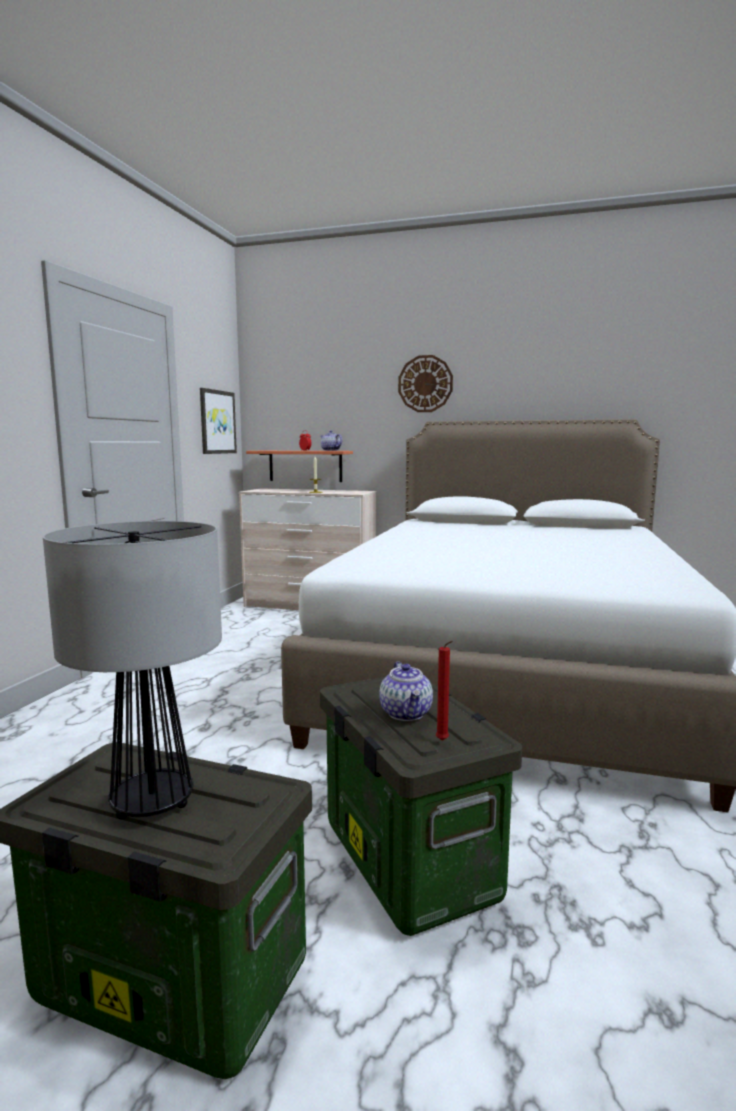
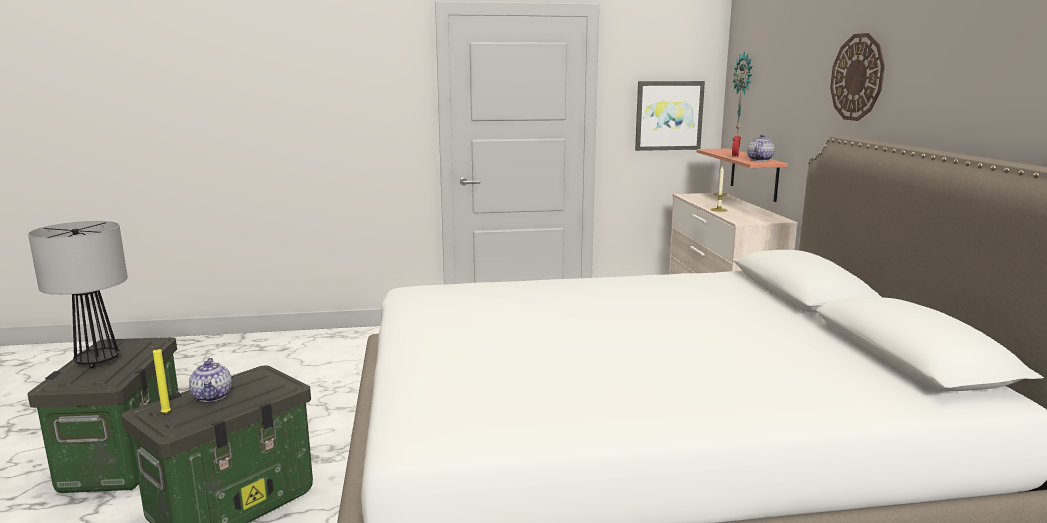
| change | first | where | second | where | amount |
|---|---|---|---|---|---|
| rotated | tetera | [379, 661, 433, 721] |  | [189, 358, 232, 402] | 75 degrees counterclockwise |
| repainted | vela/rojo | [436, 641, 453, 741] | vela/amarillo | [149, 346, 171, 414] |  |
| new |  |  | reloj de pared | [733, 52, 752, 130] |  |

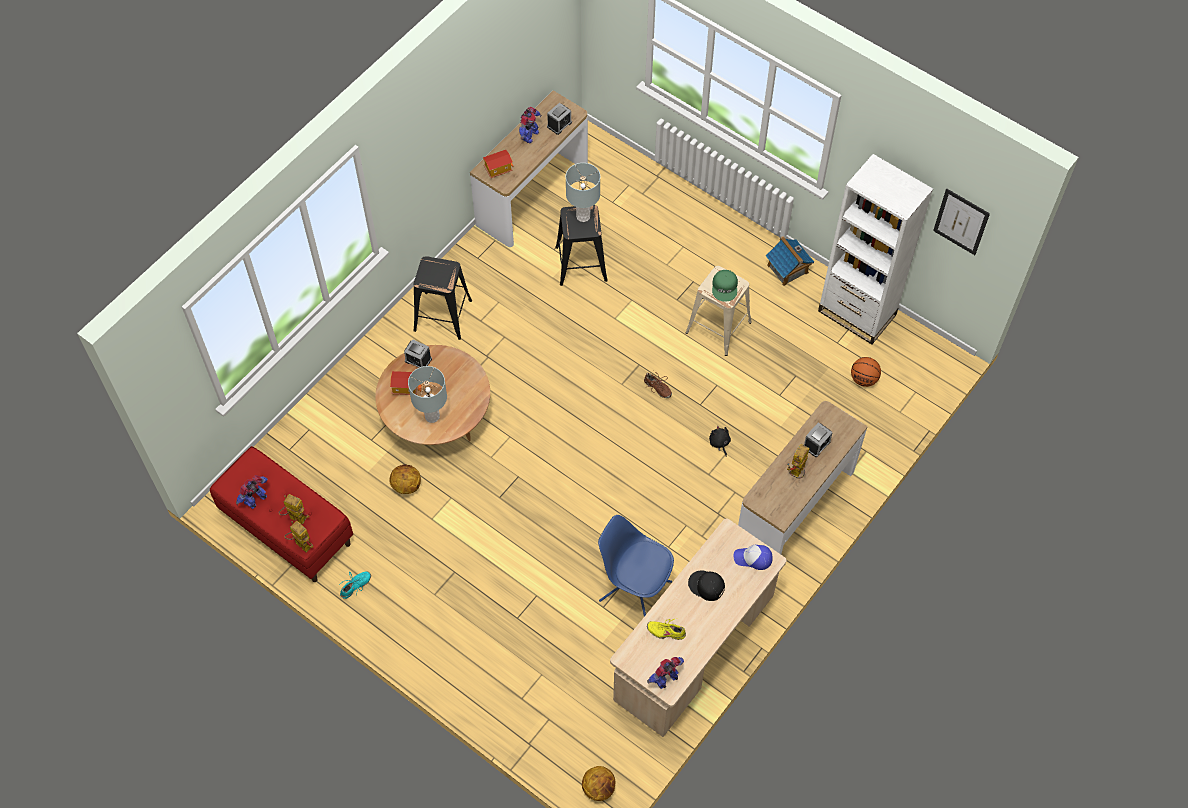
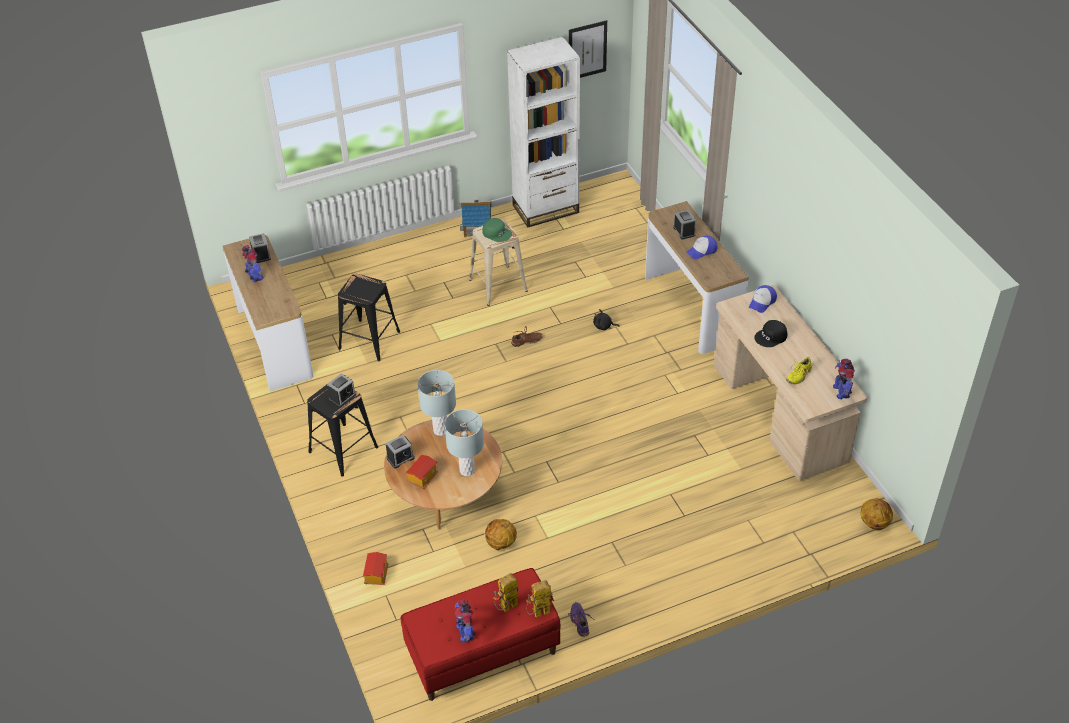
| change | first | where | second | where | amount |
|---|---|---|---|---|---|
| repainted | zapato/turquesa | [339, 571, 371, 599] | zapato/morado | [568, 602, 593, 637] |  |
| shifted | casita | [483, 150, 514, 178] |  | [363, 552, 388, 585] |  |
| shifted | lámpara de mesa/gris | [566, 163, 600, 222] |  | [418, 370, 456, 436] |  |
| gone | silla/azul | [598, 515, 674, 617] |  |  |  |
| swapped | robot de juguete | [787, 444, 810, 478] | gorra | [686, 235, 717, 259] |  |
| gone | balón de baloncesto | [851, 357, 881, 387] |  |  |  |
| new |  |  | despertador | [327, 373, 356, 407] |  |

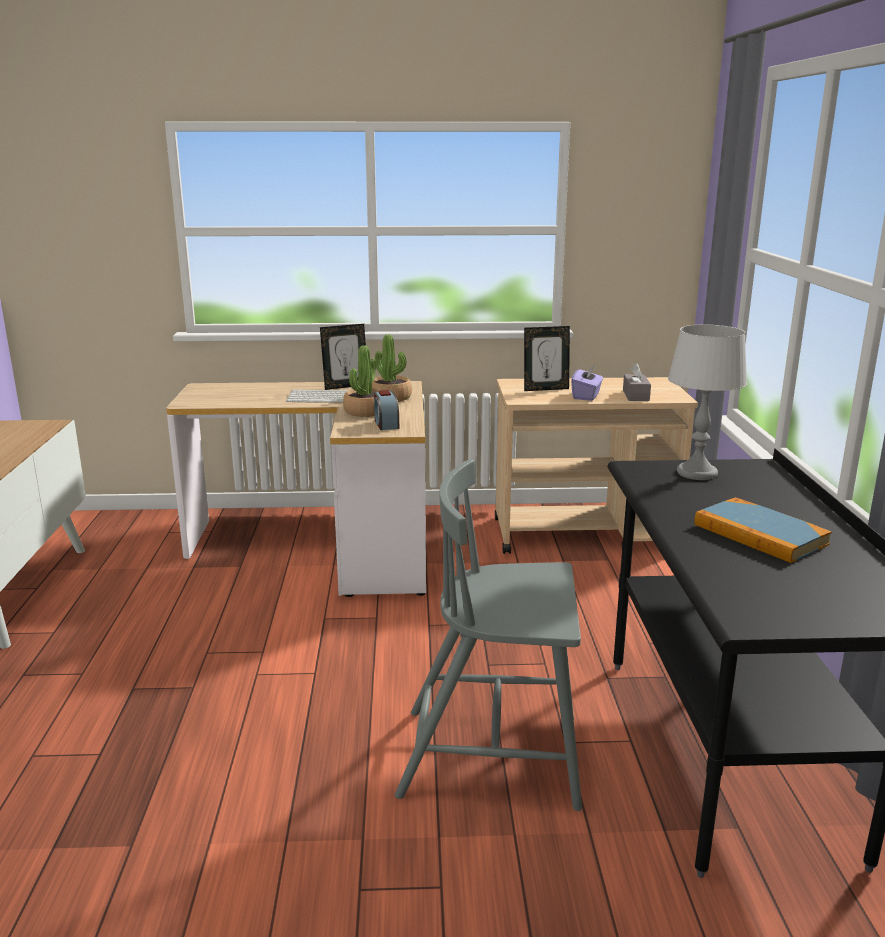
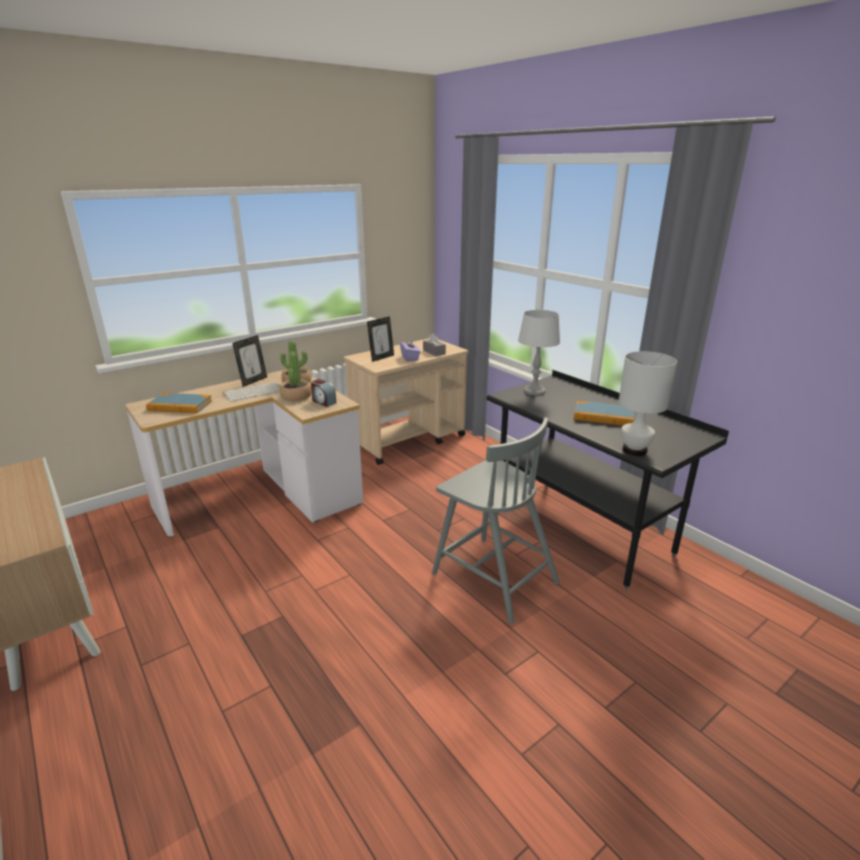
| change | first | where | second | where | amount |
|---|---|---|---|---|---|
| rotated | silla/gris | [395, 460, 582, 811] |  | [432, 417, 560, 624] | 105 degrees counterclockwise |
| new |  |  | libro | [146, 393, 212, 413] |  |
| new |  |  | lámpara de mesa/blanco | [618, 351, 677, 456] |  |

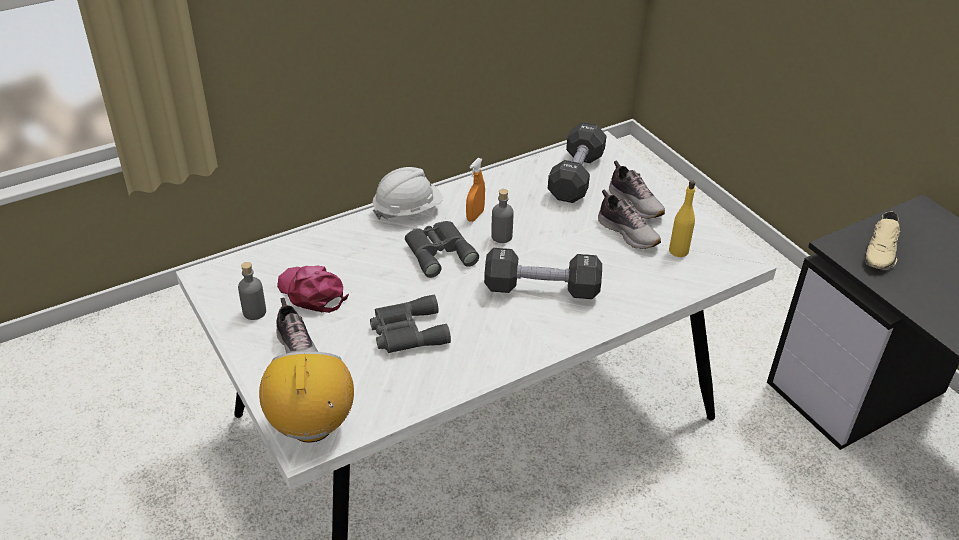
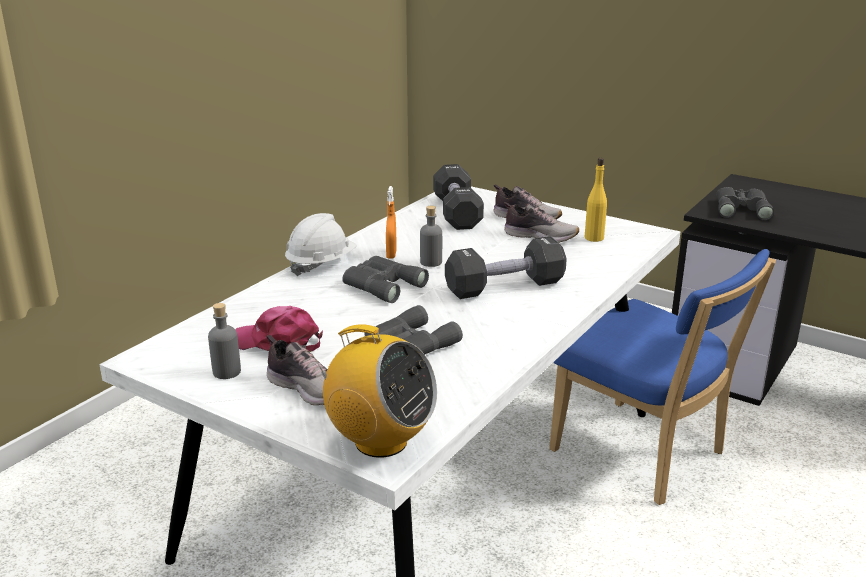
| change | first | where | second | where | amount |
|---|---|---|---|---|---|
| rotated | radio | [259, 351, 354, 443] |  | [310, 324, 437, 458] | 150 degrees clockwise |
| swapped | zapato/beis | [864, 211, 901, 270] | prismáticos/gris | [716, 187, 774, 221] |  |
| new |  |  | silla/azul | [549, 249, 776, 505] |  |

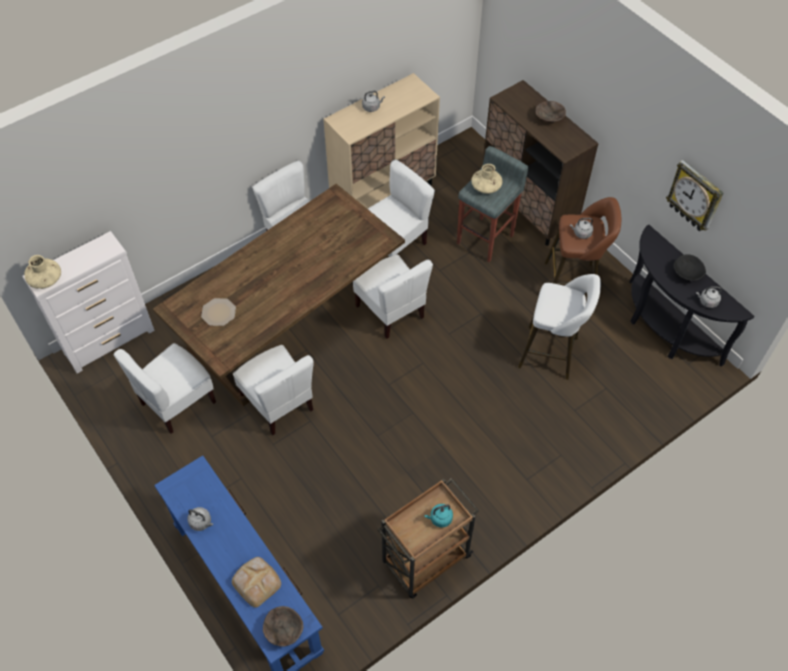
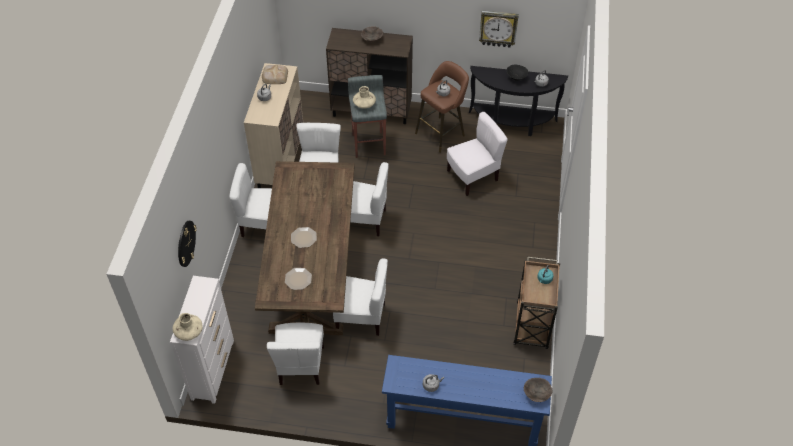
| change | first | where | second | where | amount |
|---|---|---|---|---|---|
| shifted | pan | [232, 557, 281, 608] |  | [262, 65, 288, 84] |  |
| swapped | taburete/blanco | [518, 274, 601, 380] | silla/blanco | [447, 112, 508, 196] |  |
| new |  |  | reloj de pared | [178, 221, 197, 267] |  |
| new |  |  | plato | [291, 227, 317, 248] |  |

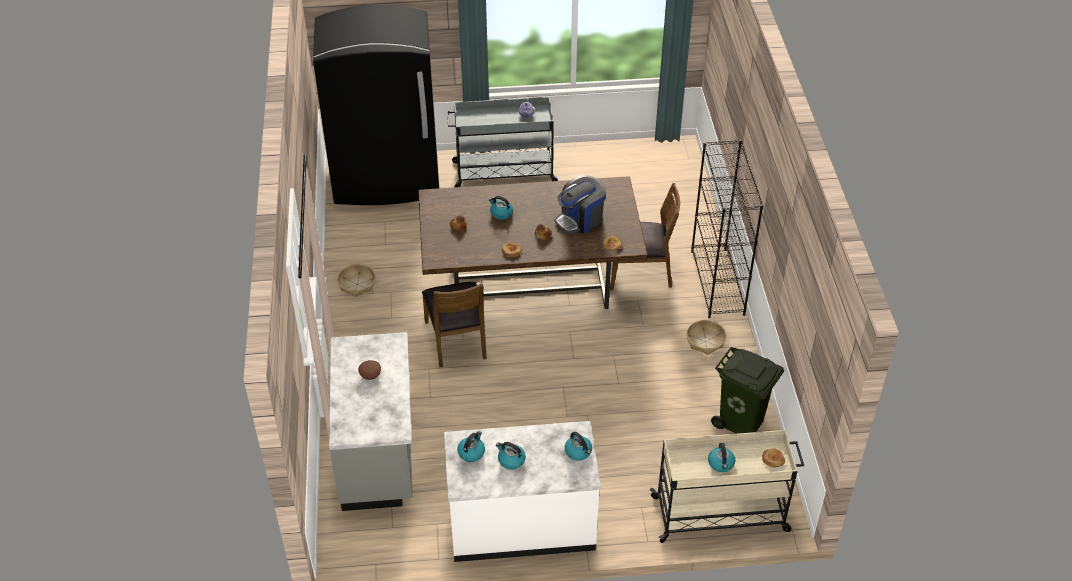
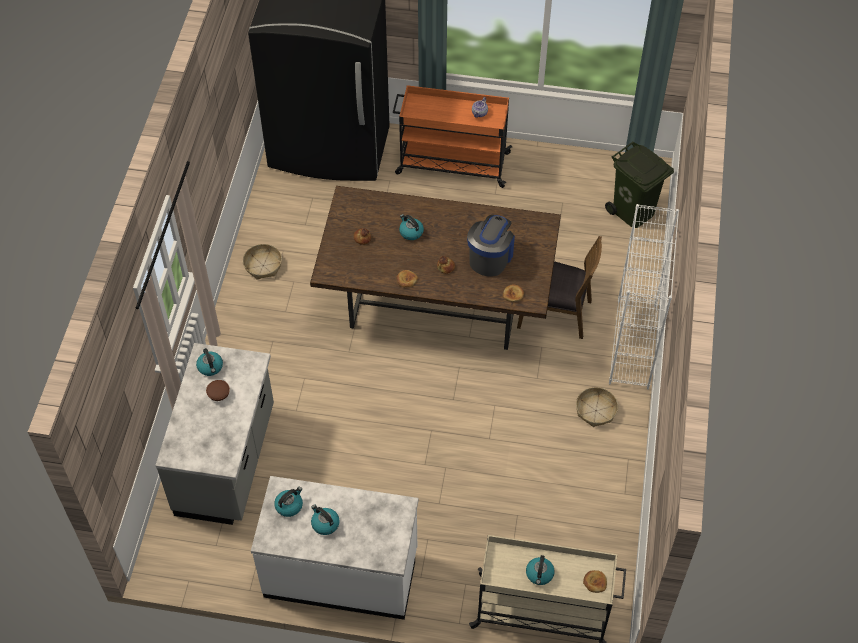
| change | first | where | second | where | amount |
|---|---|---|---|---|---|
| gone | silla/marrón | [422, 282, 487, 367] |  |  |  |
| repainted | carrito/gris | [447, 97, 559, 187] | carrito/naranja | [393, 85, 512, 188] |  |
| rotated | cafetera | [555, 175, 606, 234] |  | [467, 215, 515, 276] | 135 degrees clockwise |
| shifted | hervidor | [565, 432, 592, 461] |  | [196, 348, 223, 376] |  |
| repainted | estantería/negro | [691, 140, 763, 318] | estantería/blanco | [609, 204, 679, 390] |  |
| shifted | papelera/verde | [711, 347, 784, 434] |  | [605, 142, 674, 228] |  |

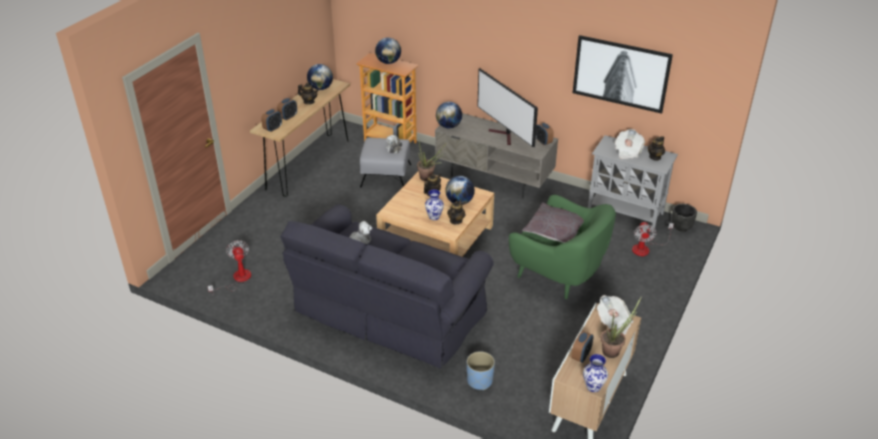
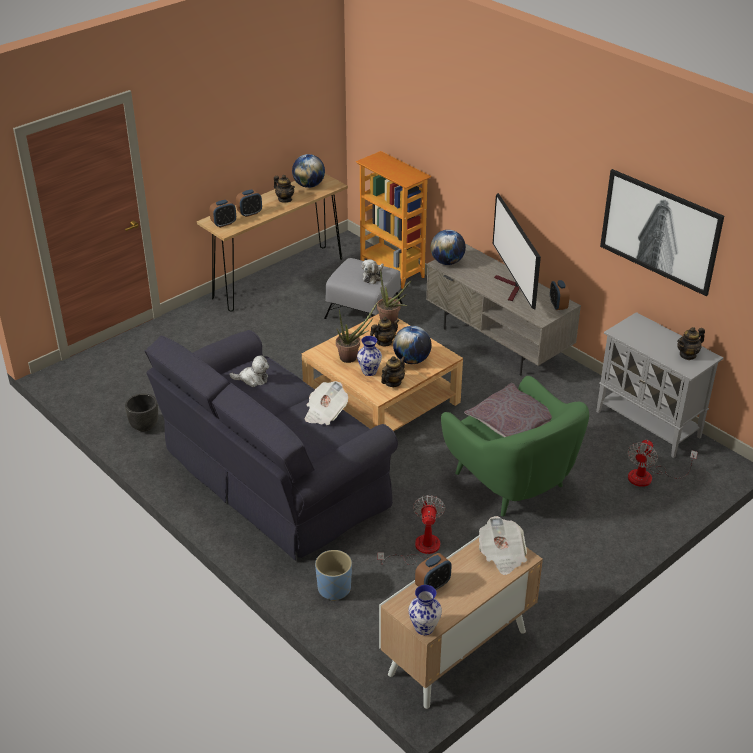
| change | first | where | second | where | amount |
|---|---|---|---|---|---|
| shifted | ventilador | [208, 240, 251, 295] |  | [377, 495, 445, 565] |  |
| gone | globo terráqueo | [375, 38, 401, 64] |  |  |  |
| shifted | planta en maceta | [601, 296, 642, 358] |  | [336, 302, 378, 363] |  |
| shifted | periódico | [615, 129, 645, 159] |  | [305, 381, 348, 425] |  |
| shifted | maceta/negro | [672, 204, 697, 231] |  | [125, 393, 158, 432] |  |

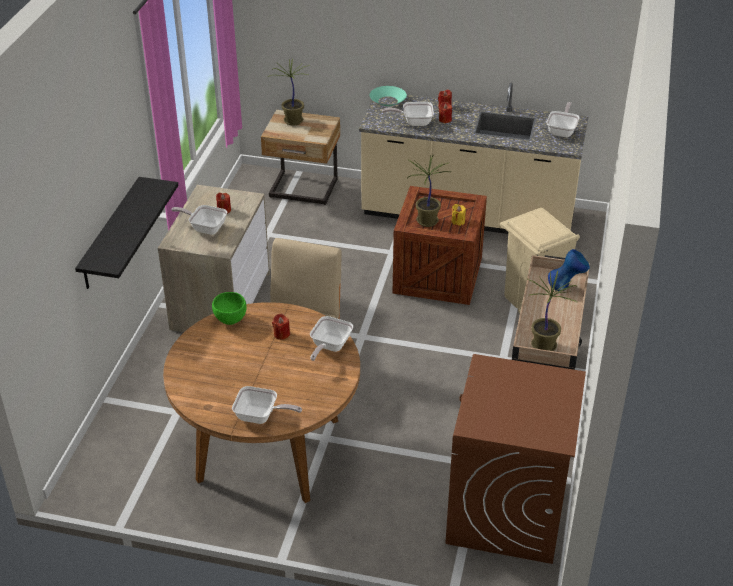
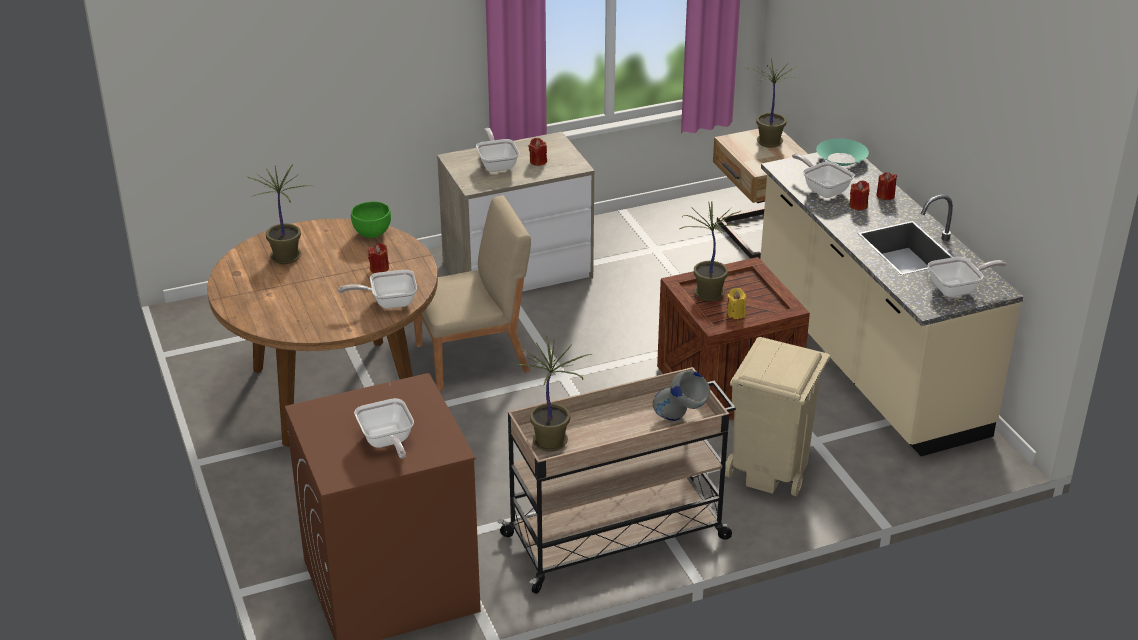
| change | first | where | second | where | amount |
|---|---|---|---|---|---|
| gone | estante/negro | [75, 177, 178, 289] |  |  |  |
| shifted | sartén | [232, 386, 302, 424] |  | [354, 398, 414, 459] |  |
| repainted | florero/azul | [548, 249, 590, 291] | florero/gris | [653, 370, 710, 421] |  |
| new |  |  | planta en maceta | [248, 165, 314, 264] |  |

